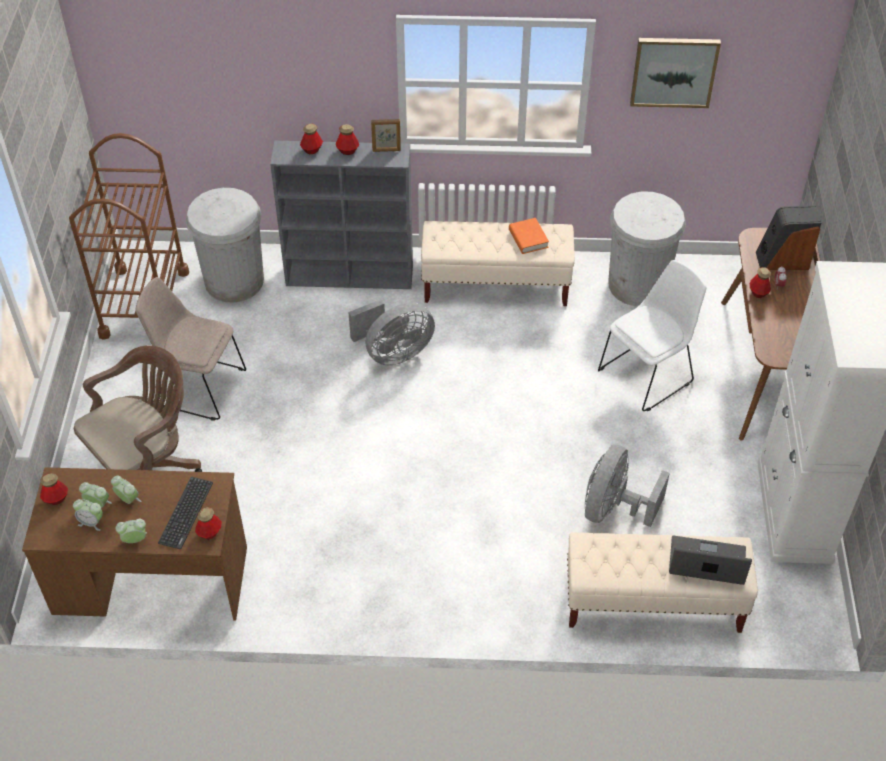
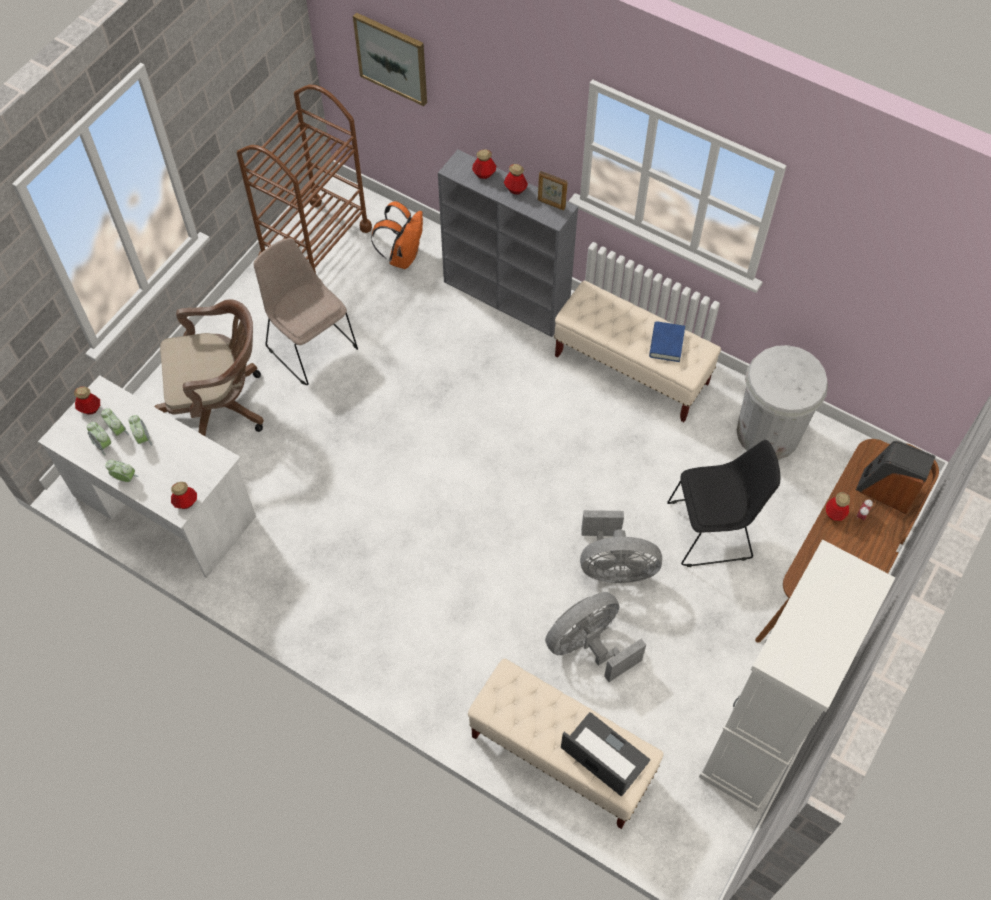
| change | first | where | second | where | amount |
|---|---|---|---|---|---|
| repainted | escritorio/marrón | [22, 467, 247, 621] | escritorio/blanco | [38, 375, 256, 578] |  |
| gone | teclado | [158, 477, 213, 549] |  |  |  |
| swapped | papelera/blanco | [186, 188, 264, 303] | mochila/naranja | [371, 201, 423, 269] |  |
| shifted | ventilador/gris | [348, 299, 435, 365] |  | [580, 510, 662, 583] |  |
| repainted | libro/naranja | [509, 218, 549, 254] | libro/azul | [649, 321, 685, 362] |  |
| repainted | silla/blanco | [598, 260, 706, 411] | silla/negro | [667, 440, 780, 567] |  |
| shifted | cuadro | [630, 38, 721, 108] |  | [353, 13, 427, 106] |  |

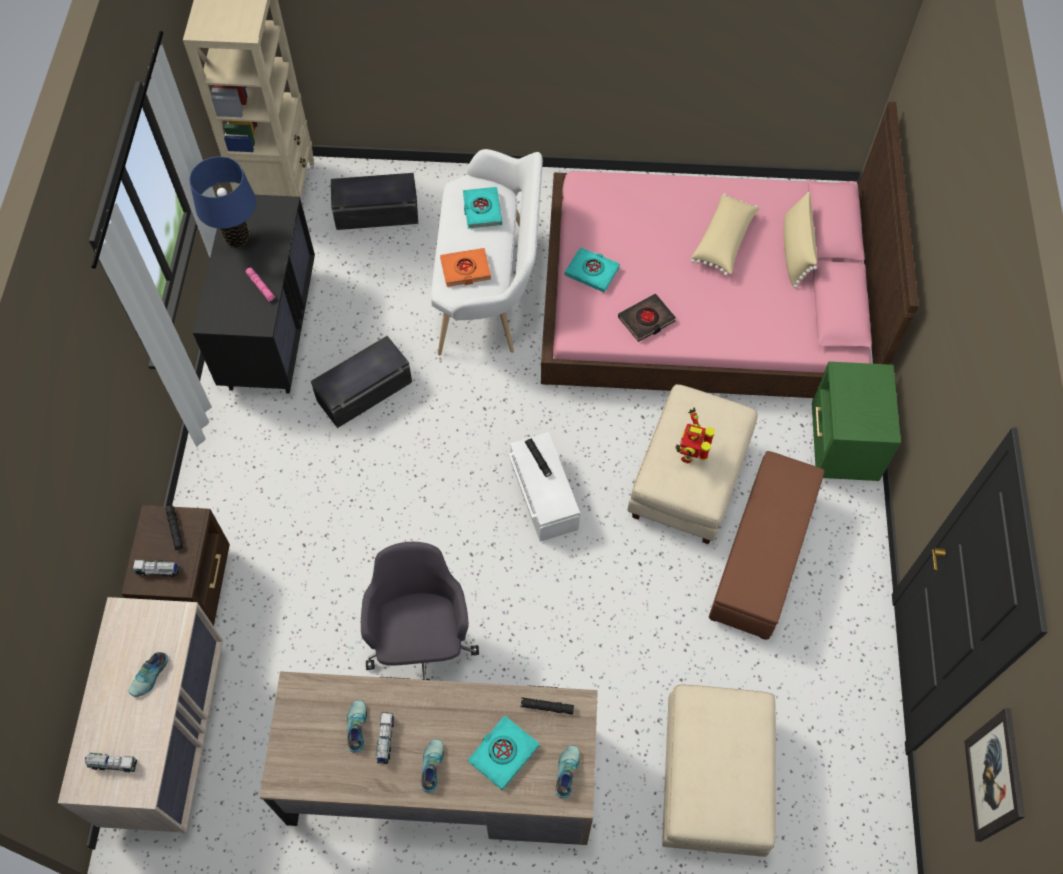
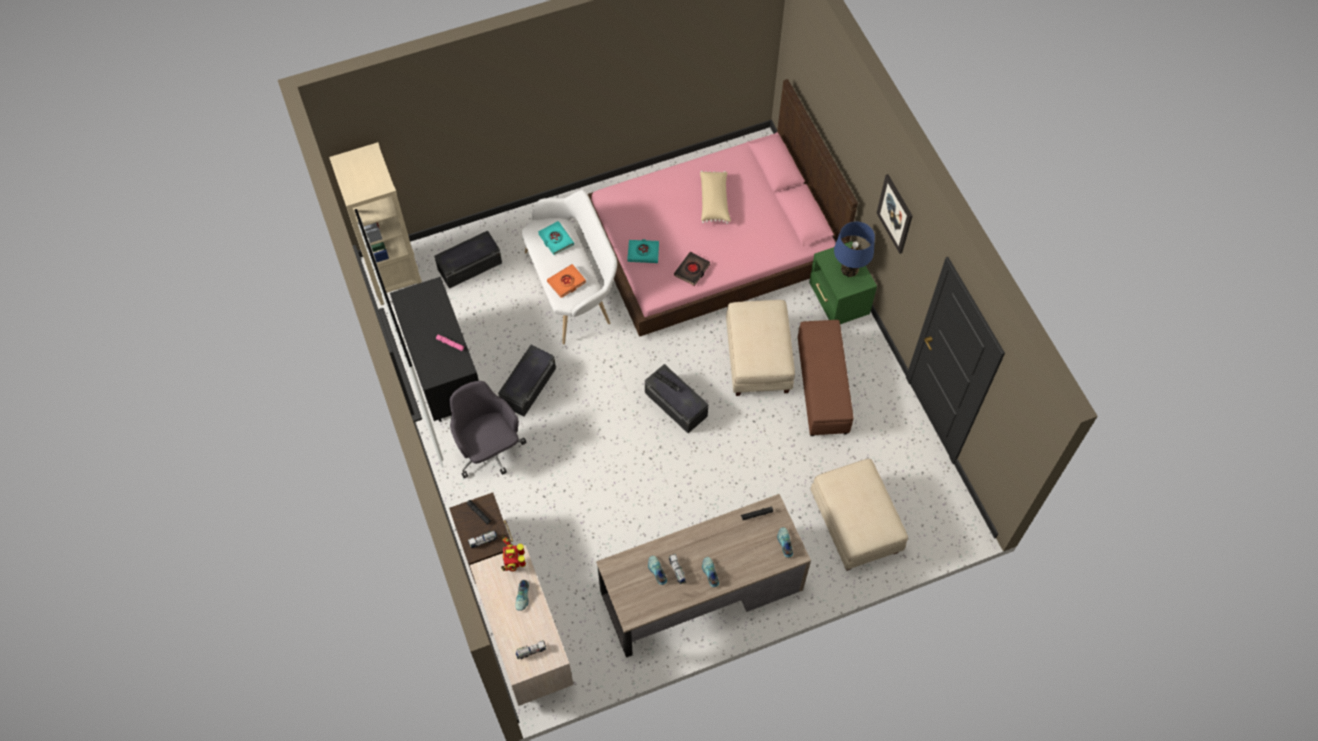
| change | first | where | second | where | amount |
|---|---|---|---|---|---|
| shifted | lámpara de mesa/azul | [189, 156, 256, 247] |  | [834, 221, 875, 277] |  |
| shifted | silla de oficina/gris | [361, 542, 479, 680] |  | [449, 381, 527, 478] |  |
| gone | libro/turquesa | [468, 715, 539, 790] |  |  |  |
| repainted | caja de almacenaje/blanco | [509, 432, 580, 542] | caja de almacenaje/negro | [645, 364, 708, 433] |  |
| shifted | robot de juguete | [675, 407, 715, 463] |  | [501, 534, 526, 572] |  |
| gone | cojín/beis | [784, 192, 817, 288] |  |  |  |
| shifted | cuadro | [964, 708, 1025, 842] |  | [877, 174, 913, 254] |  |

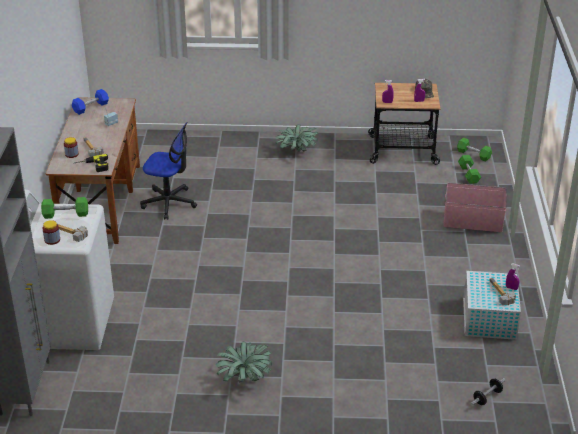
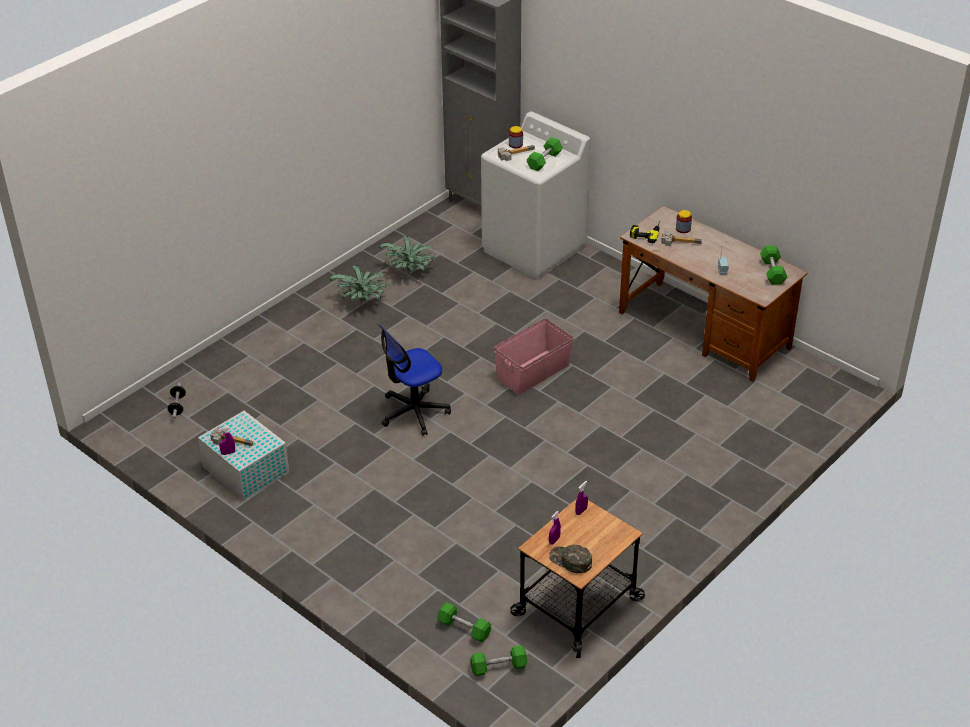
| change | first | where | second | where | amount |
|---|---|---|---|---|---|
| repainted | mancuerna/azul | [72, 89, 109, 115] | mancuerna/verde | [760, 246, 787, 285] |  |
| shifted | silla de oficina | [140, 122, 197, 220] |  | [379, 324, 451, 436] |  |
| shifted | planta en maceta | [275, 124, 319, 152] |  | [379, 236, 437, 274] |  |
| shifted | caja de almacenaje/rosa | [443, 183, 507, 232] |  | [494, 318, 574, 395] |  |

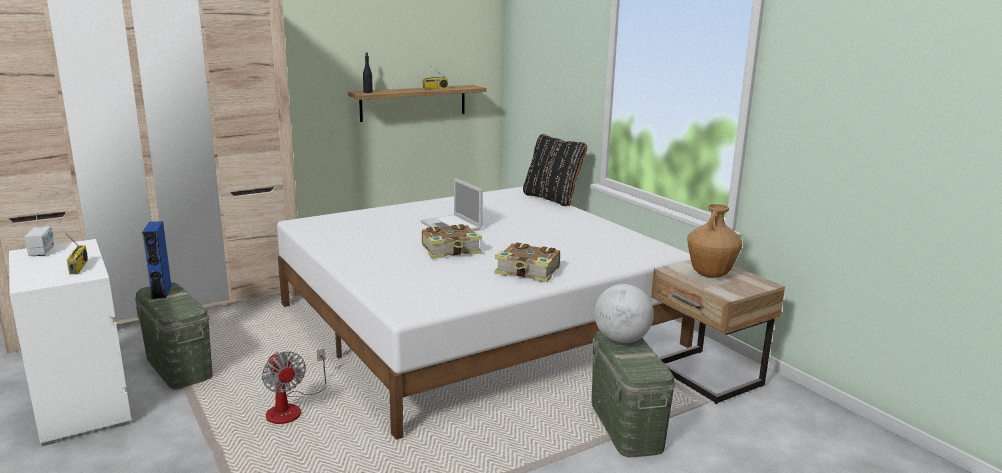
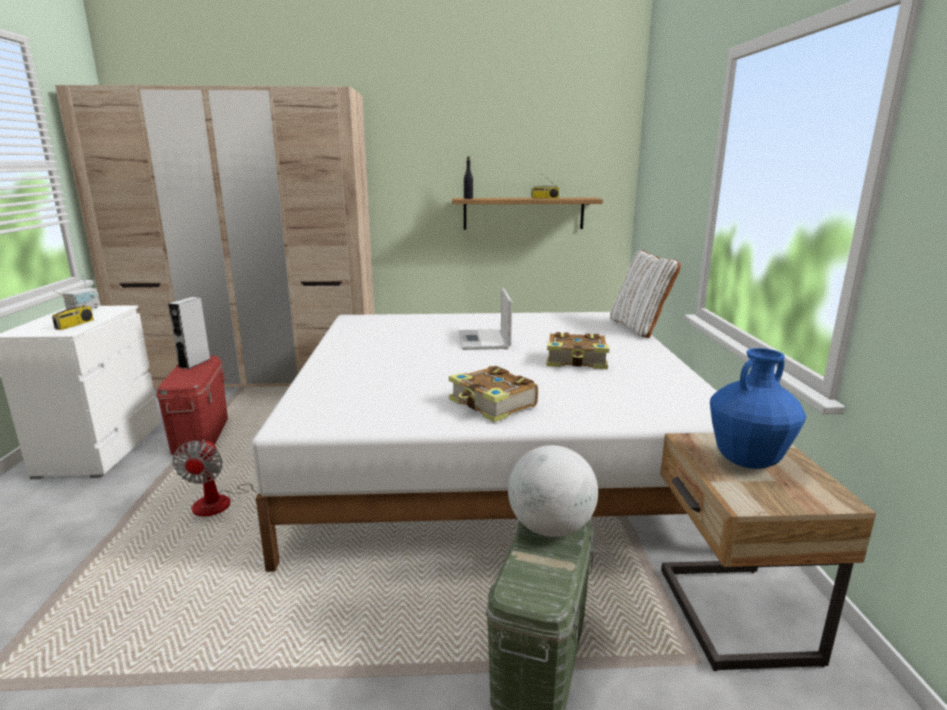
| change | first | where | second | where | amount |
|---|---|---|---|---|---|
| repainted | caja de almacenaje/verde | [135, 282, 213, 390] | caja de almacenaje/rojo | [156, 356, 228, 456] |  |
| repainted | altavoz/azul | [142, 221, 172, 299] | altavoz/gris | [168, 297, 210, 369] |  |
| shifted | libro | [422, 224, 482, 259] |  | [546, 332, 609, 369] |  |
| repainted | cojín/negro | [523, 134, 587, 206] | cojín/blanco | [610, 250, 681, 338] |  |
| repainted | florero/marrón | [687, 204, 742, 278] | florero/azul | [710, 348, 806, 469] |  |

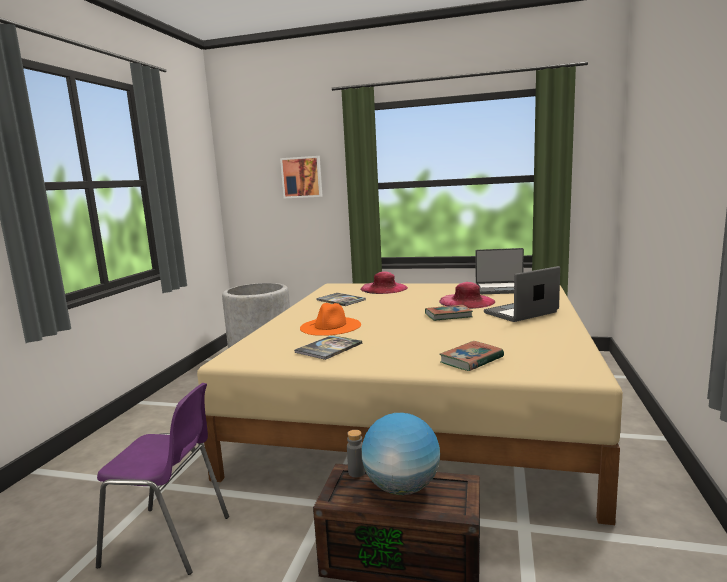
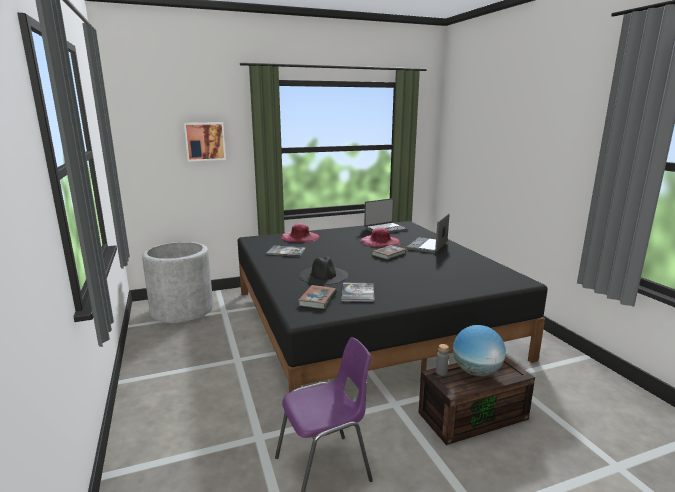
| change | first | where | second | where | amount |
|---|---|---|---|---|---|
| repainted | cama/beis | [197, 283, 623, 525] | cama/negro | [238, 221, 548, 393] |  |
| repainted | sombrero/naranja | [300, 303, 361, 336] | sombrero/negro | [299, 257, 348, 285] |  |
| shifted | libro | [439, 341, 504, 371] |  | [298, 285, 337, 309] |  |

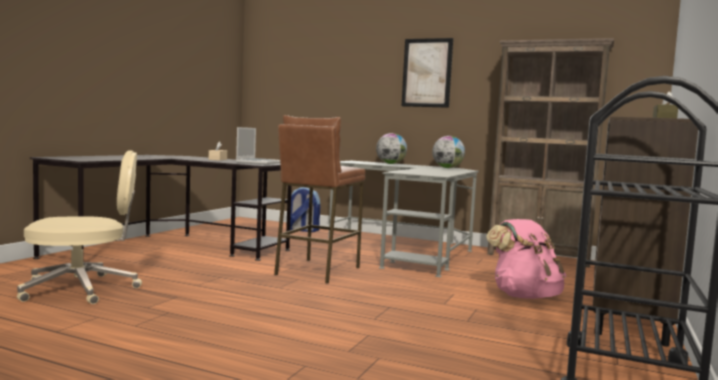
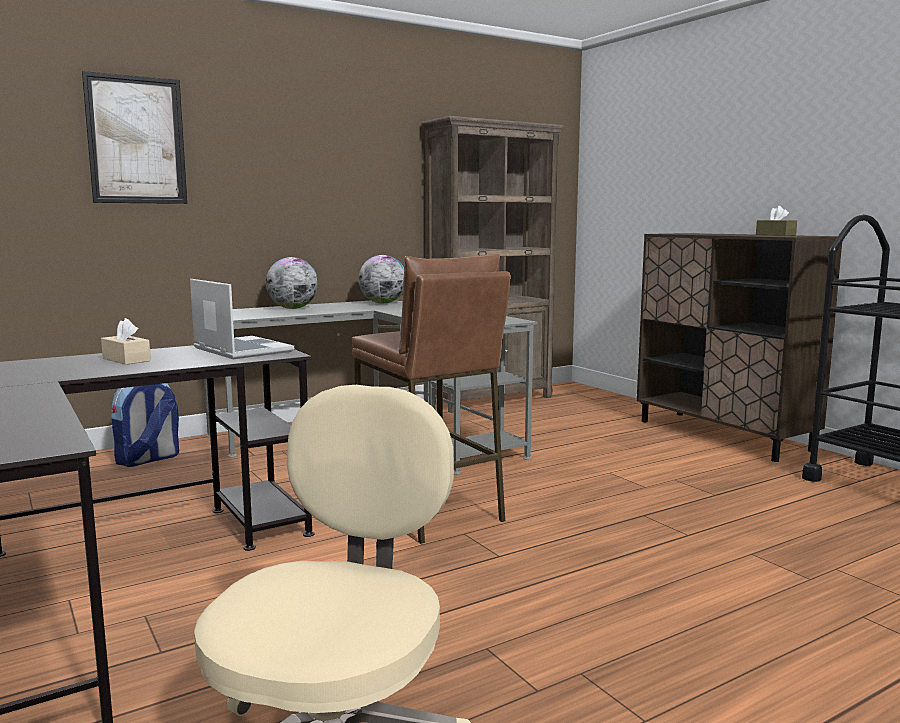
| change | first | where | second | where | amount |
|---|---|---|---|---|---|
| shifted | cuadro | [401, 38, 453, 108] |  | [82, 71, 187, 204] |  |
| gone | mochila/rosa | [486, 219, 566, 299] |  |  |  |

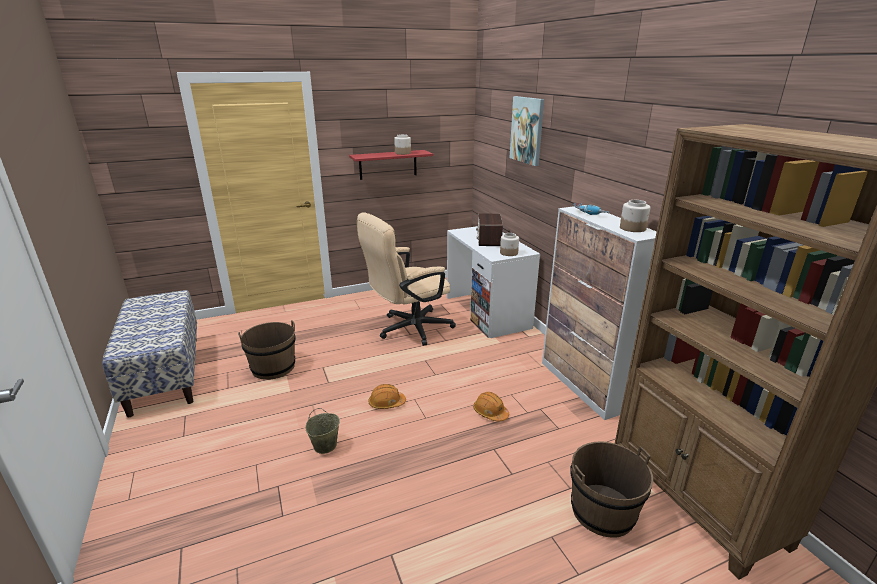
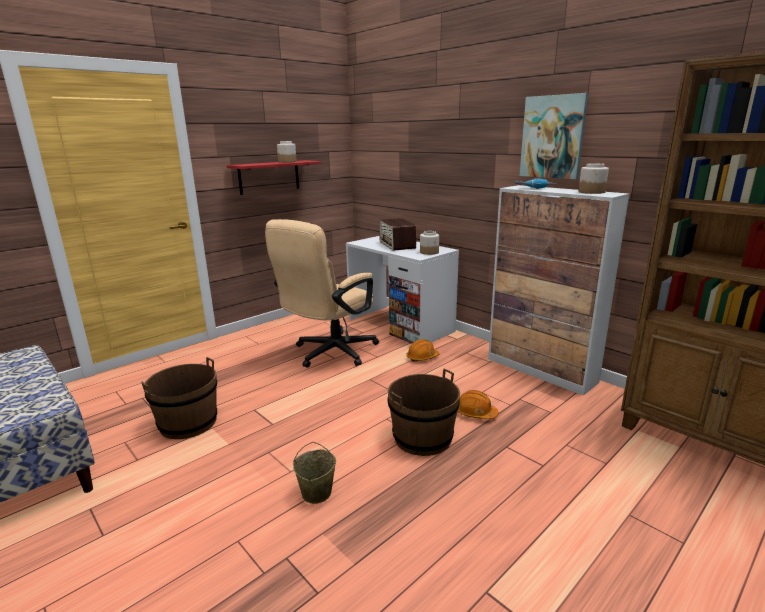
| change | first | where | second | where | amount |
|---|---|---|---|---|---|
| shifted | casco/naranja | [369, 384, 406, 409] |  | [406, 339, 440, 362] |  |
| shifted | cuadro | [509, 96, 544, 166] |  | [520, 93, 589, 179] |  |
| shifted | cubo/marrón | [570, 441, 653, 538] |  | [387, 369, 460, 456] |  |

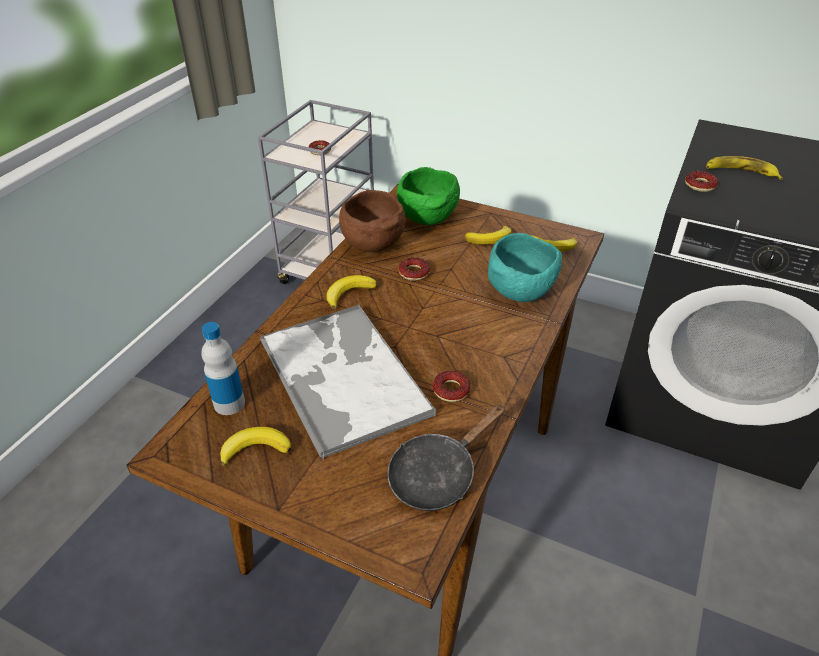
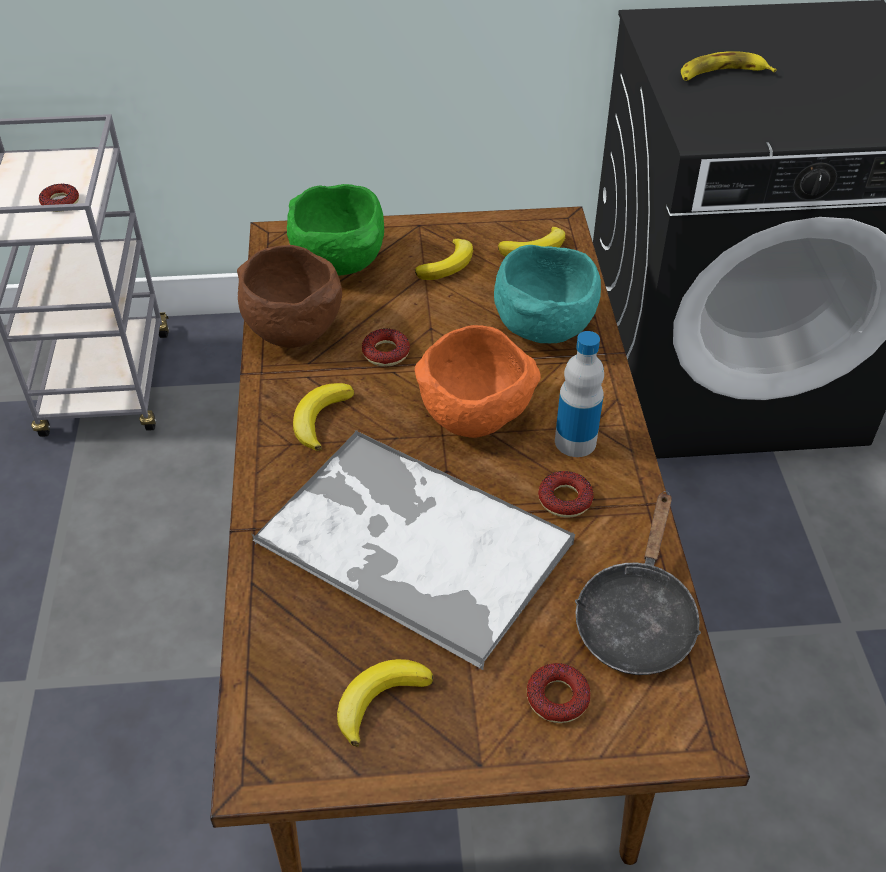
| change | first | where | second | where | amount |
|---|---|---|---|---|---|
| shifted | botella | [202, 322, 245, 415] |  | [555, 331, 604, 457] |  |
| shifted | rosquilla | [685, 171, 718, 192] |  | [527, 663, 591, 723] |  |
| new |  |  | cuenco/naranja | [415, 325, 541, 438] |  |

